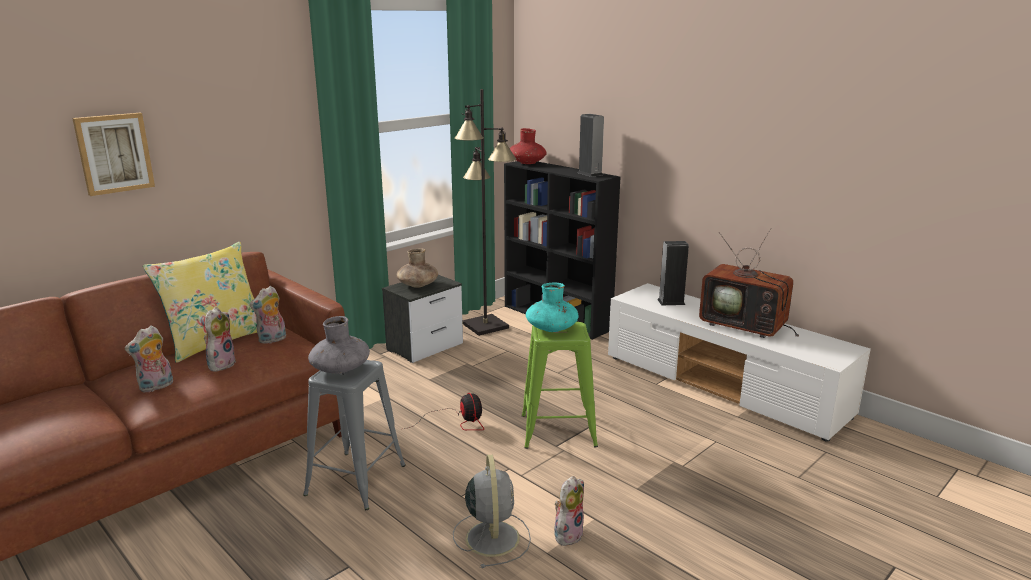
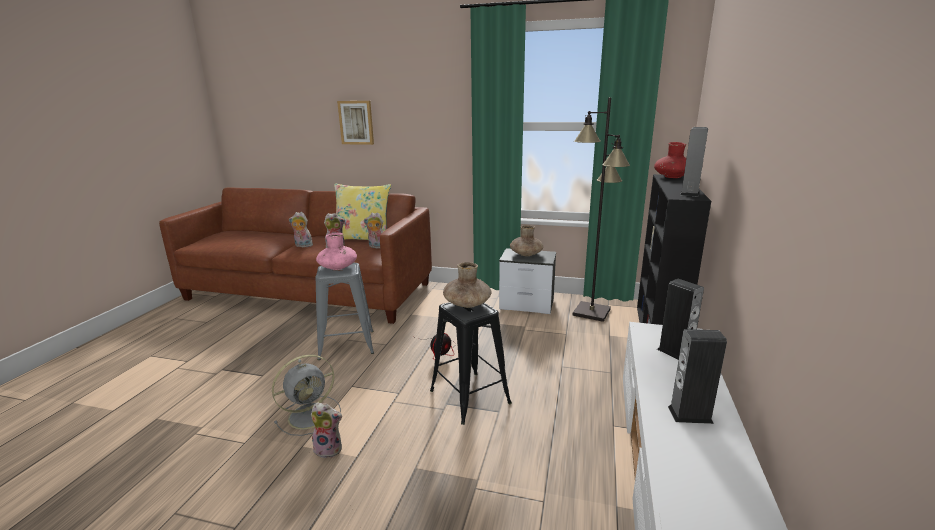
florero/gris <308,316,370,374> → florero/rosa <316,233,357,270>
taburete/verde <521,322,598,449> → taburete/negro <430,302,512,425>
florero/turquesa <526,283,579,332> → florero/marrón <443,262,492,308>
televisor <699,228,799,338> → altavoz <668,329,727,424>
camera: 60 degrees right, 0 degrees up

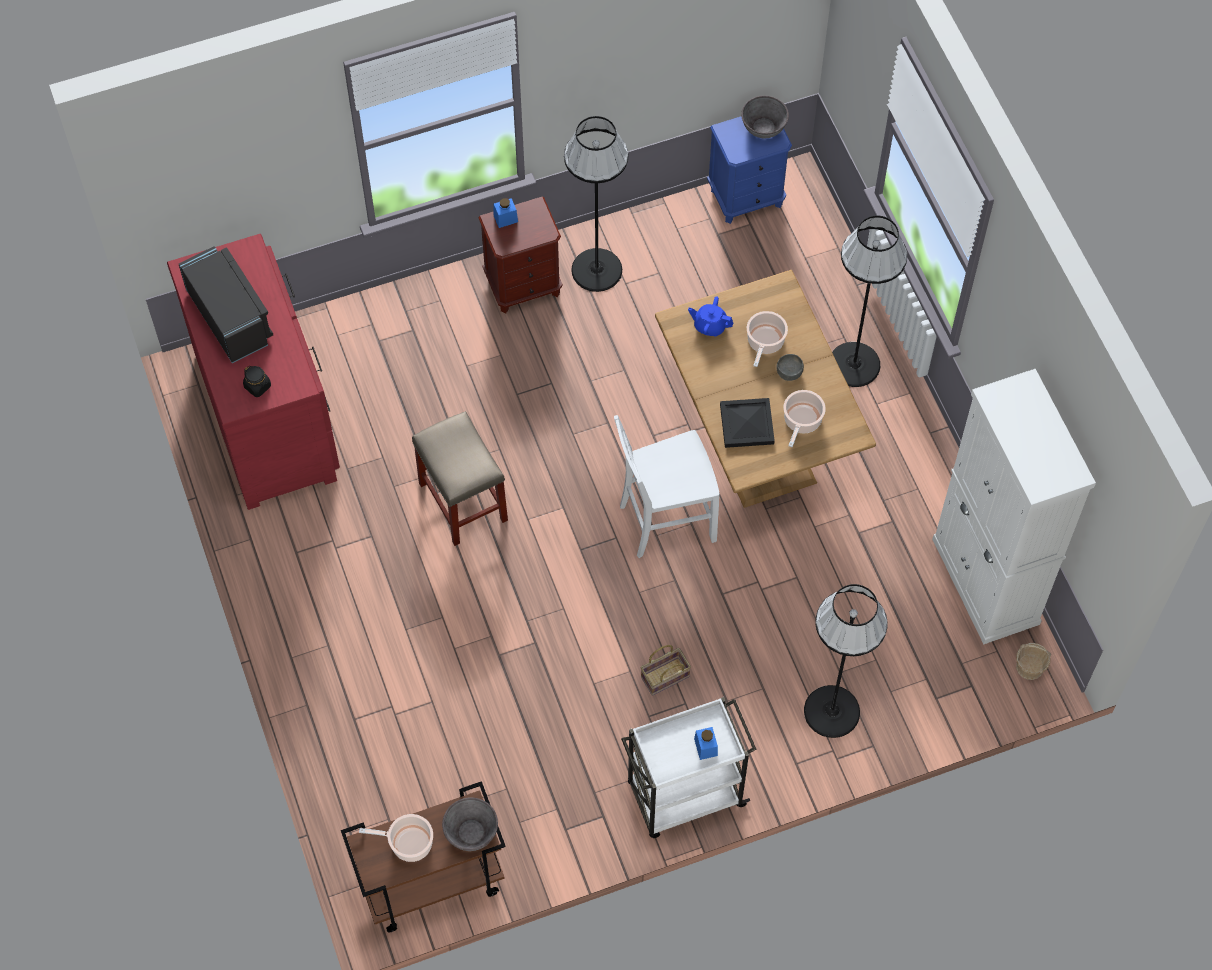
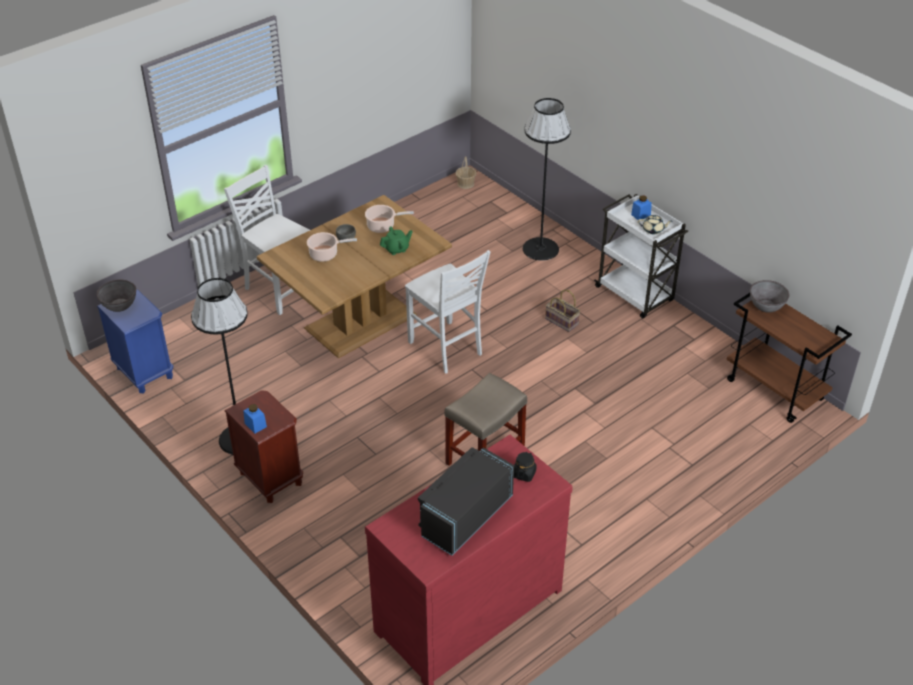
olla <359,814,433,862> → -
tetera/azul <688,296,734,337> → -
bandeja/negro <720,398,775,448> → tetera/verde <380,226,413,255>
lámpara de pie/negro <832,216,907,387> → silla/blanco <224,165,310,315>
armario/blanco <932,369,1096,644> → -
- → tetera/beis <638,215,672,234>
camera: 110 degrees left, 20 degrees down

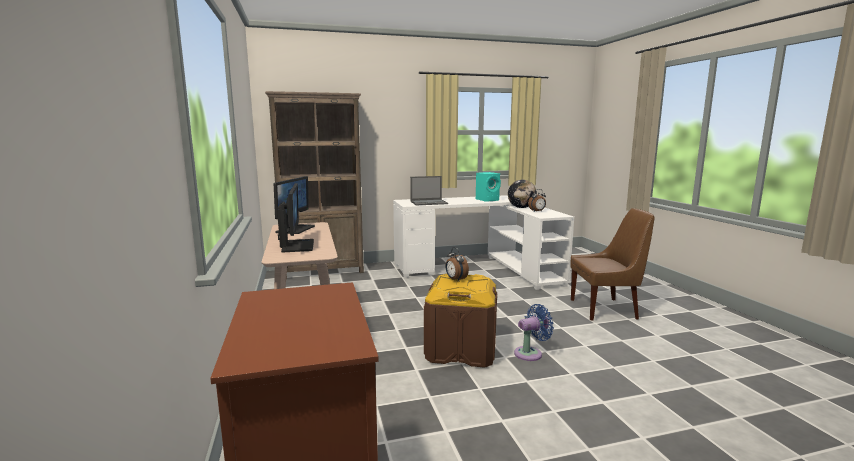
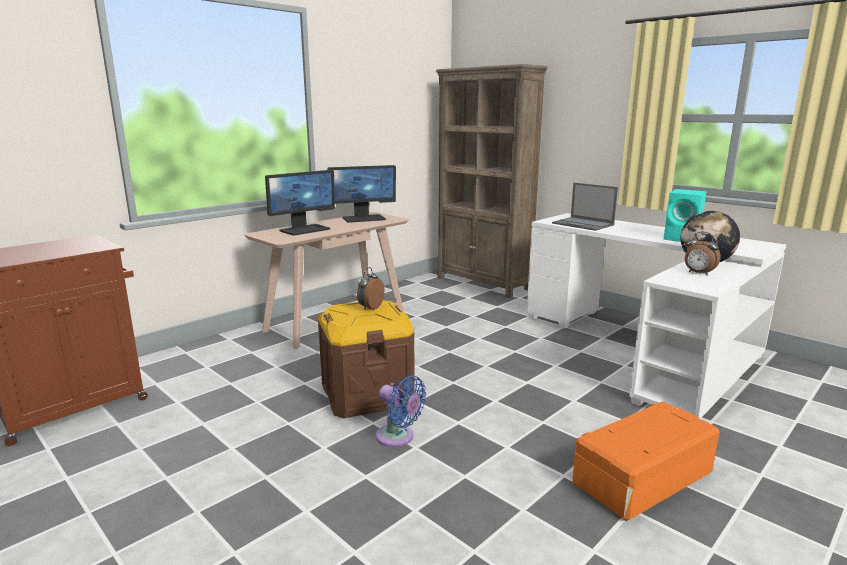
silla/marrón <570,208,655,321> → caja de almacenaje/naranja <572,401,720,521>
camera: 60 degrees right, 5 degrees up

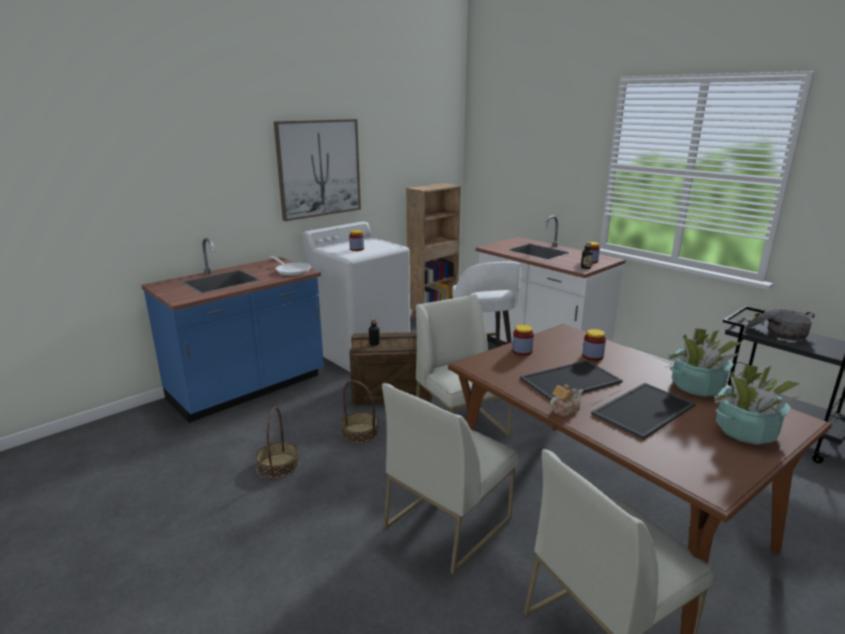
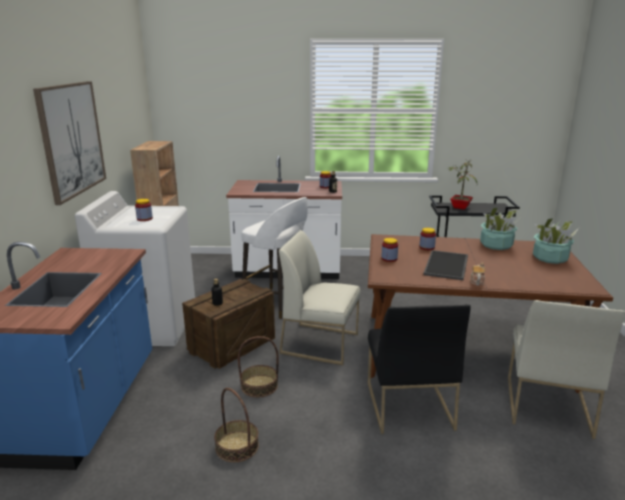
sartén <270,256,311,276> → -
silla/blanco <382,383,518,574> → silla/negro <368,304,471,434>
bandeja <591,383,696,440> → -
olla <744,309,815,340> → planta en maceta <446,159,477,210>
camera: 45 degrees left, 0 degrees up

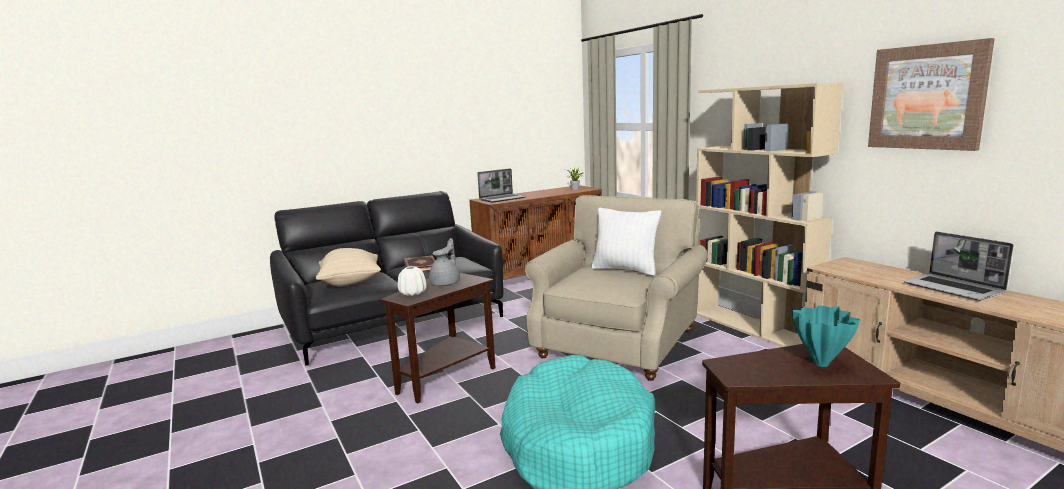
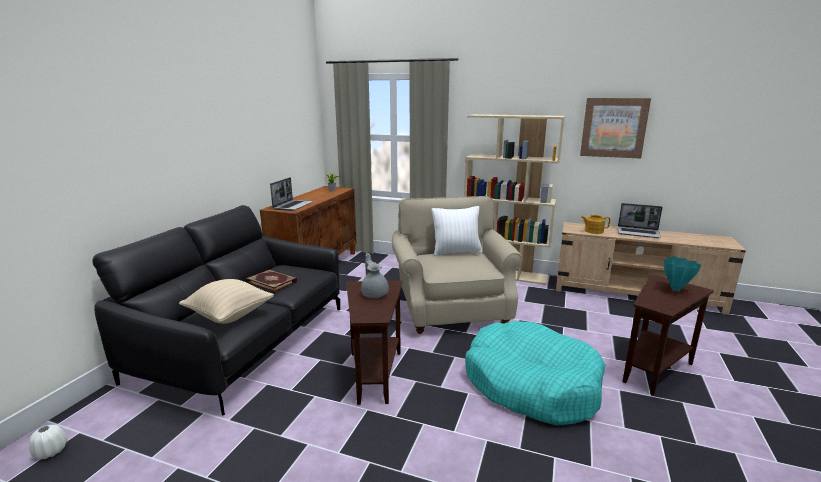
florero/blanco <398,266,427,296> → florero/blanco <29,425,67,459>, shifted
- → tetera <581,215,610,234>
camera: 40 degrees left, 5 degrees up

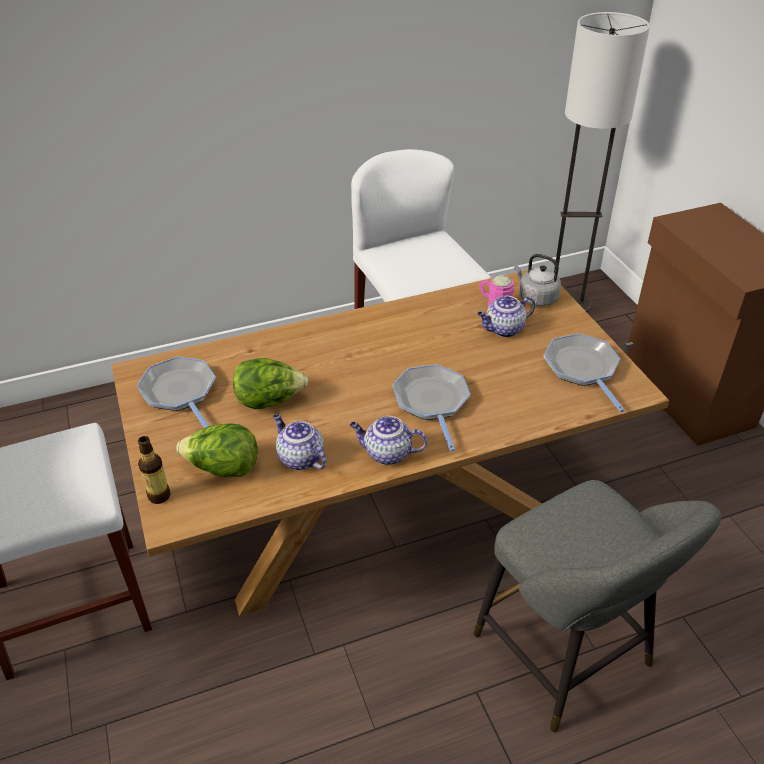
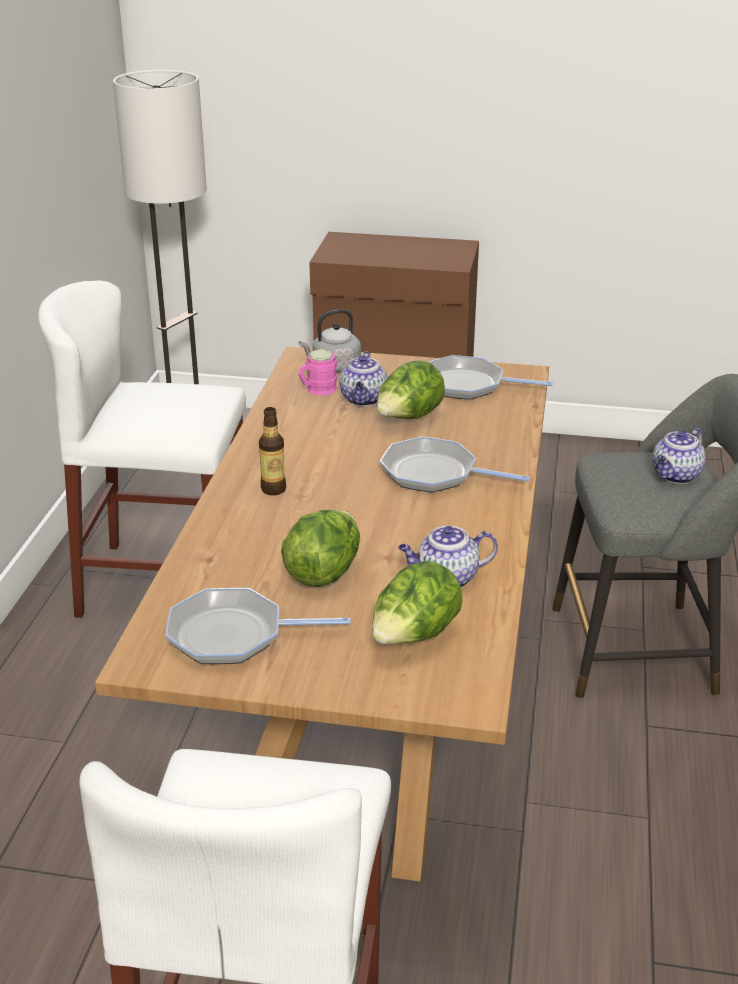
botella <138,436,171,504> → botella <259,407,286,495>, shifted
tetera <350,416,427,465> → tetera <652,428,706,484>, shifted
- → lechuga <377,361,445,419>
camera: 60 degrees left, 10 degrees down

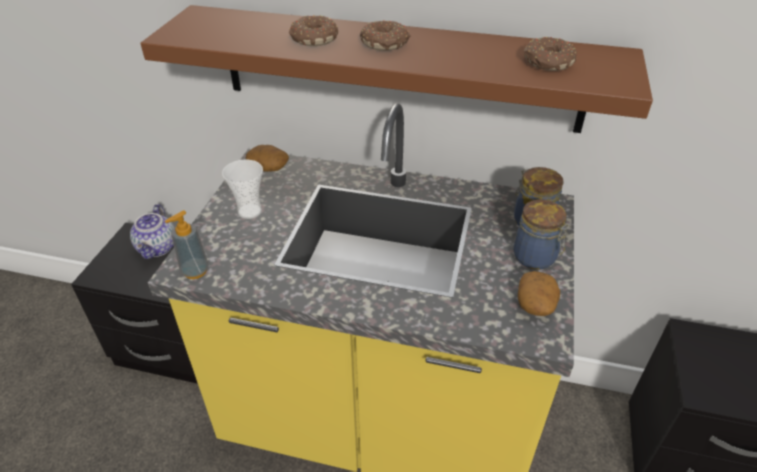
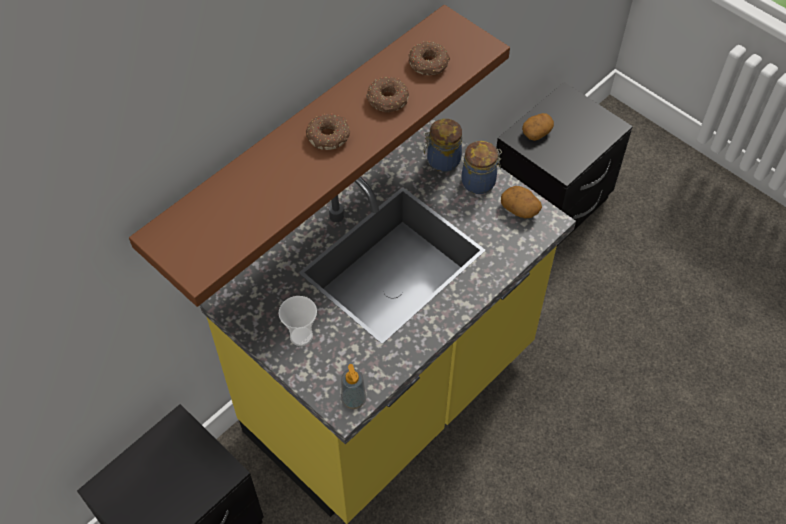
tetera <130,204,174,259> → -
patata <246,145,289,172> → patata <522,113,554,141>, shifted
rosquilla <289,15,338,46> → rosquilla <366,77,409,112>, shifted
camera: 60 degrees left, 15 degrees up

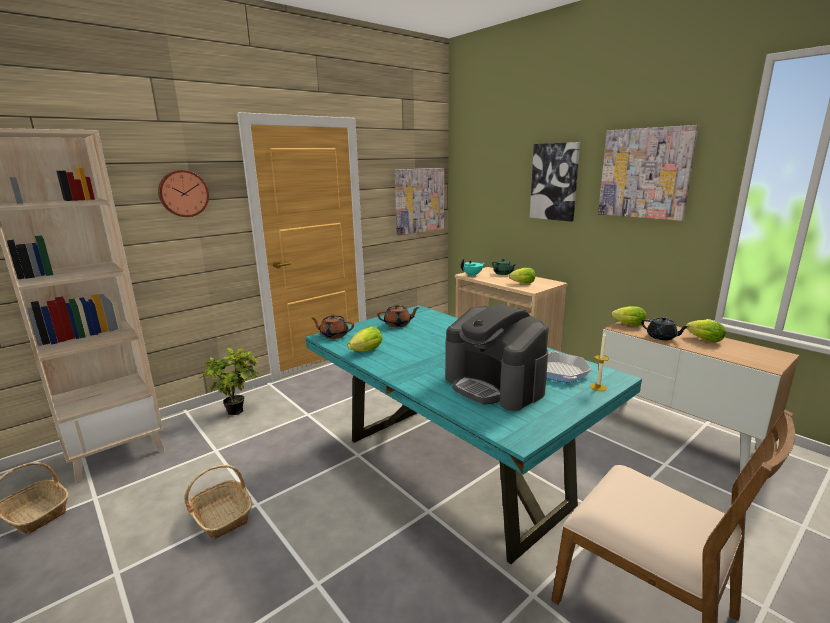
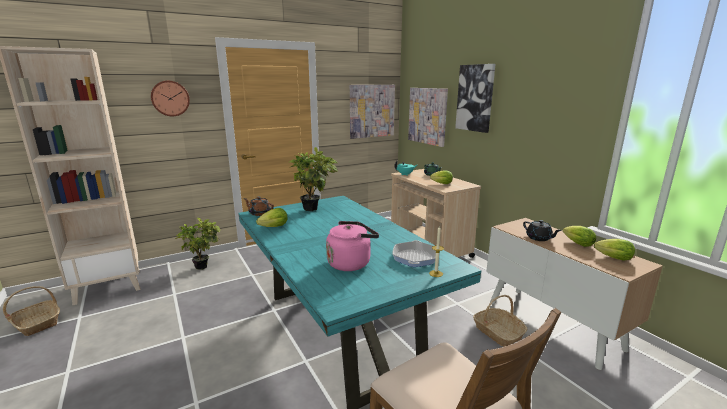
cesta <184,465,252,539> → cesta <473,295,528,347>, shifted
tetera/marrón <377,304,420,327> → planta en maceta <288,147,338,211>
cafetera <445,304,548,411> → hervidor/rosa <326,221,379,271>
cuadro <598,125,699,221> → cuadro <408,88,448,147>, shifted
lechuga <611,306,646,326> → lechuga <594,239,635,261>, shifted
camera: 10 degrees right, 0 degrees up

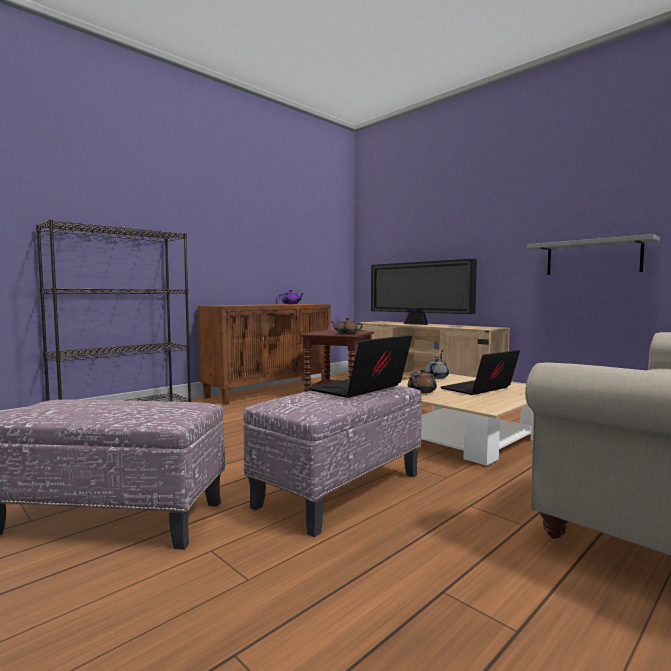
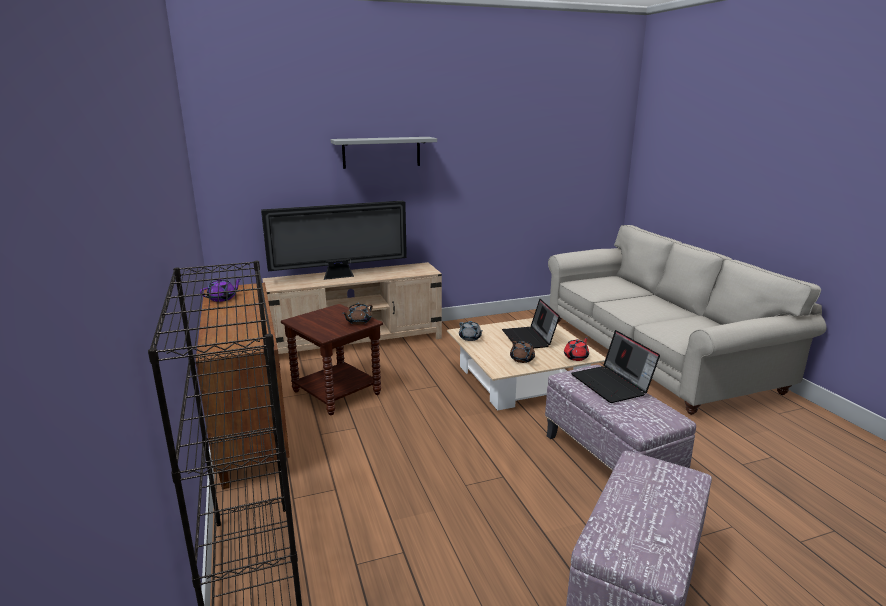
estante/gris <527,234,660,275> → estante/gris <330,137,437,169>, shifted
- → tetera/rojo <564,337,589,361>
camera: 65 degrees left, 15 degrees up

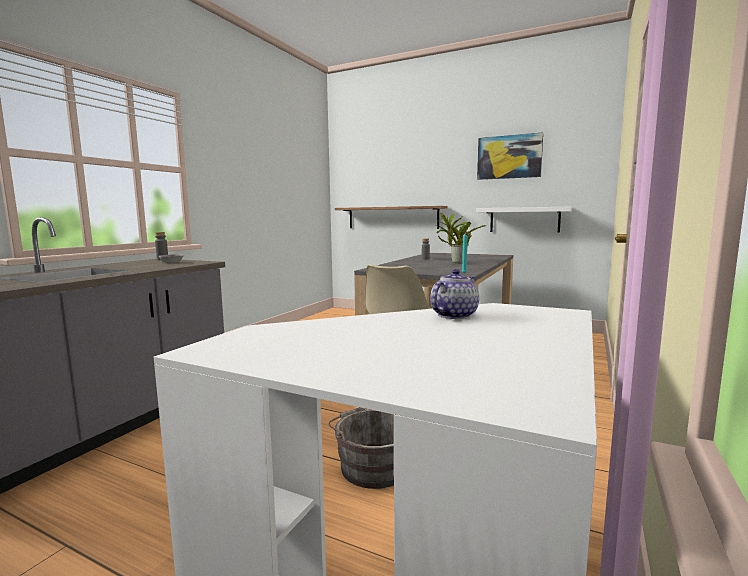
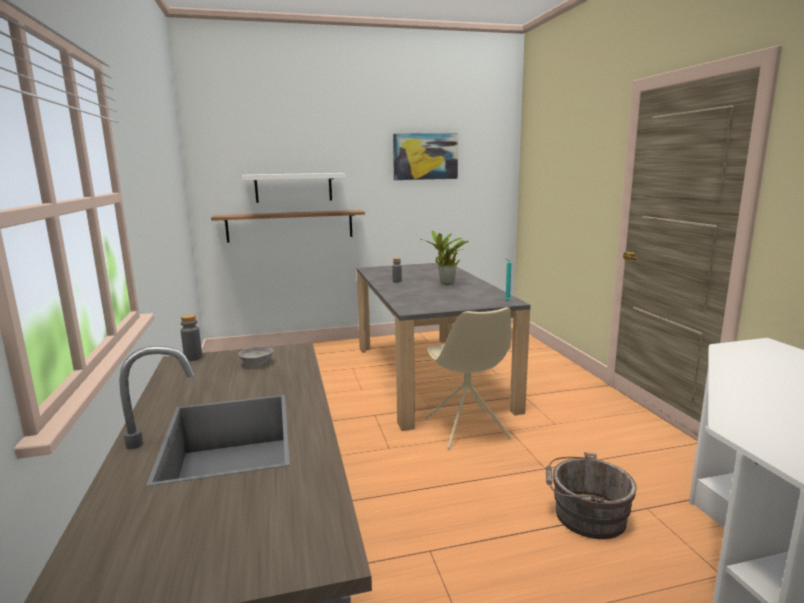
tetera <430,269,479,319> → -
estante/blanco <476,207,572,232> → estante/blanco <241,173,345,203>, shifted
camera: 40 degrees left, 5 degrees up

